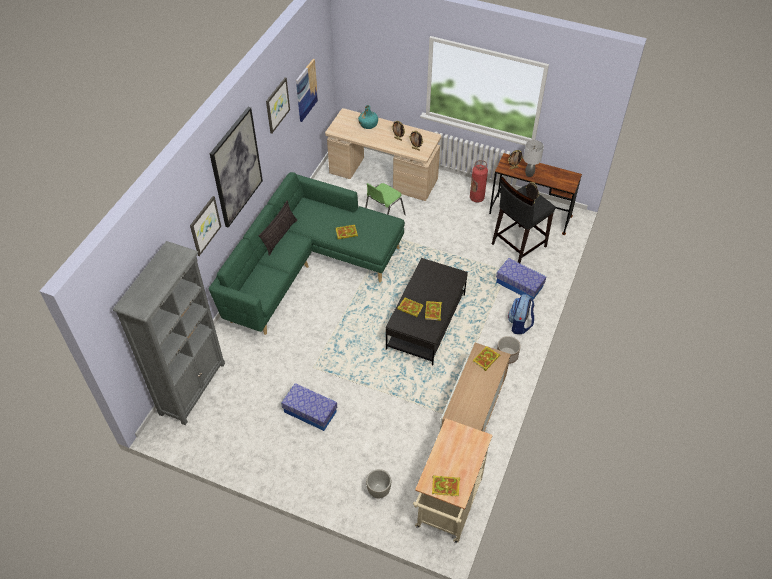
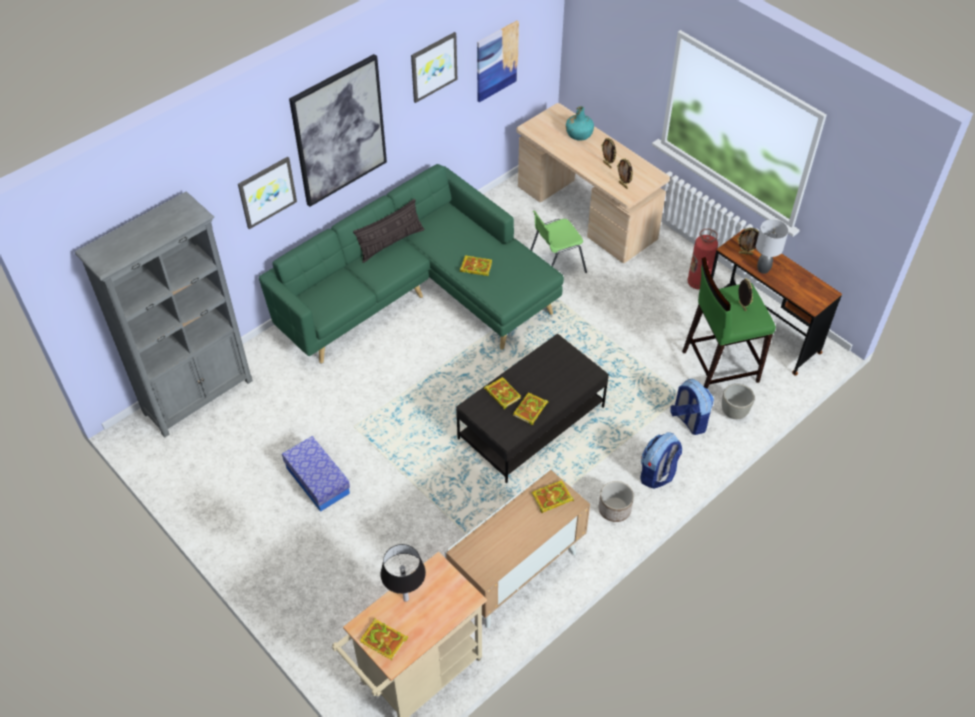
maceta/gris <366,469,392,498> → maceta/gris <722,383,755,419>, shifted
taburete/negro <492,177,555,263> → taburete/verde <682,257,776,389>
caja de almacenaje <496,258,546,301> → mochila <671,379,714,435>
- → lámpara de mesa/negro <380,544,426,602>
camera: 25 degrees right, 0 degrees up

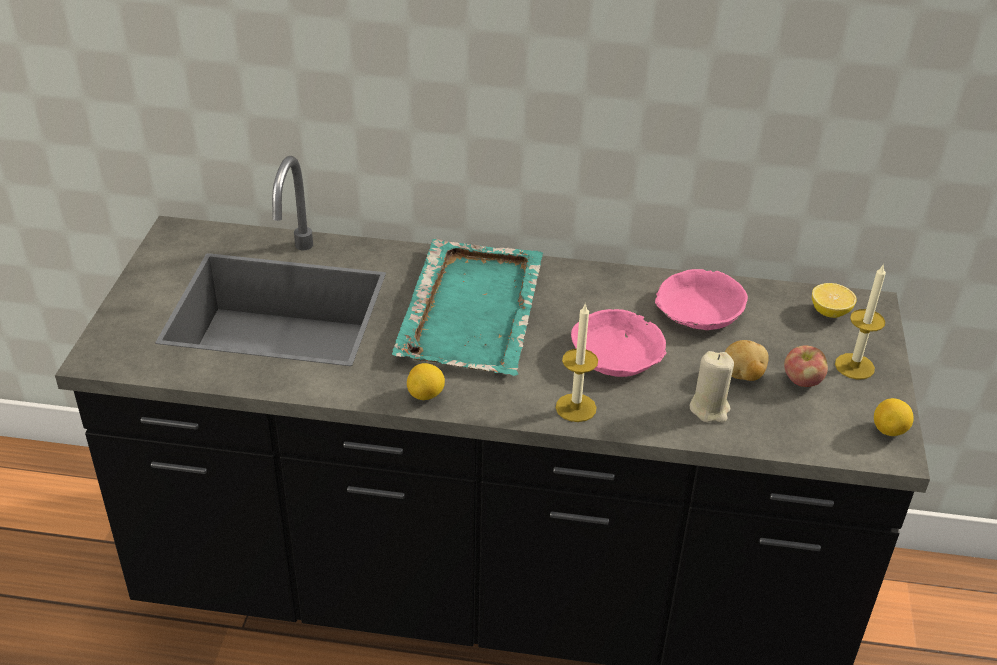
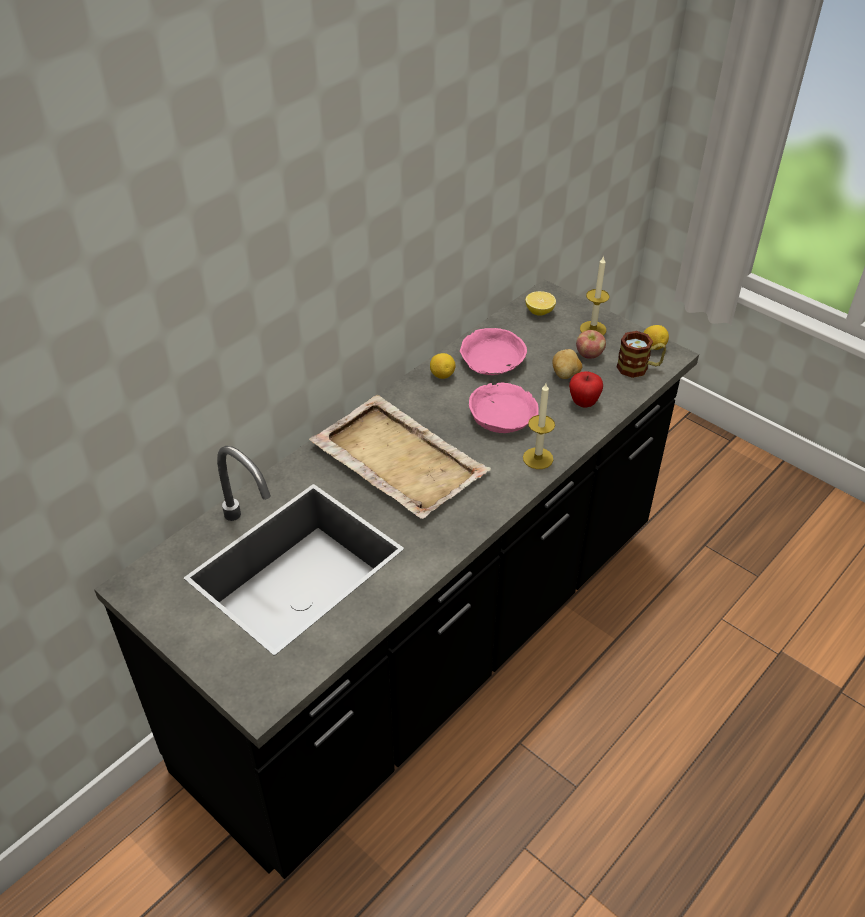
bandeja/turquesa <392,239,543,376> → bandeja/beis <309,395,491,519>
limón <407,363,445,400> → limón <430,353,456,379>, shifted
vela/beis <690,351,734,422> → manzana <569,371,603,408>
- → taza grande <616,331,666,378>
camera: 55 degrees left, 5 degrees up

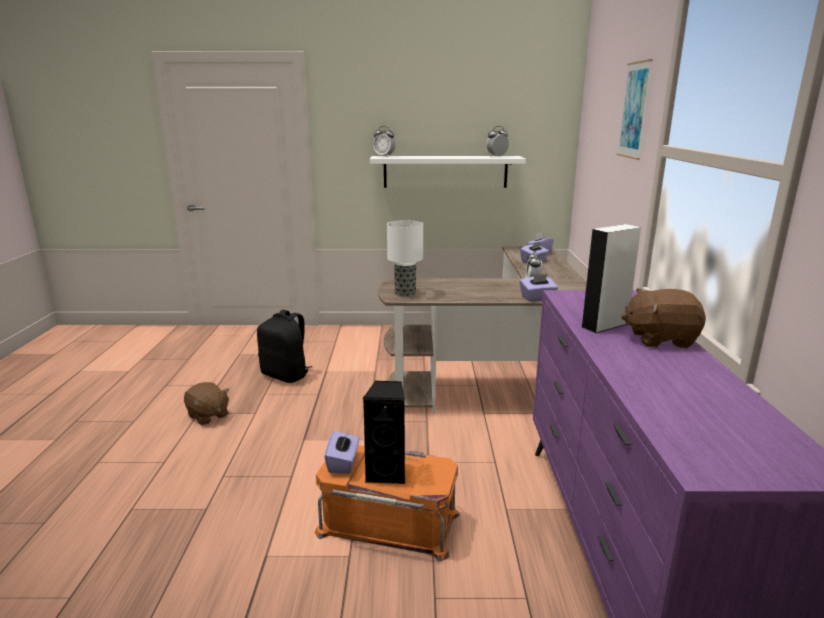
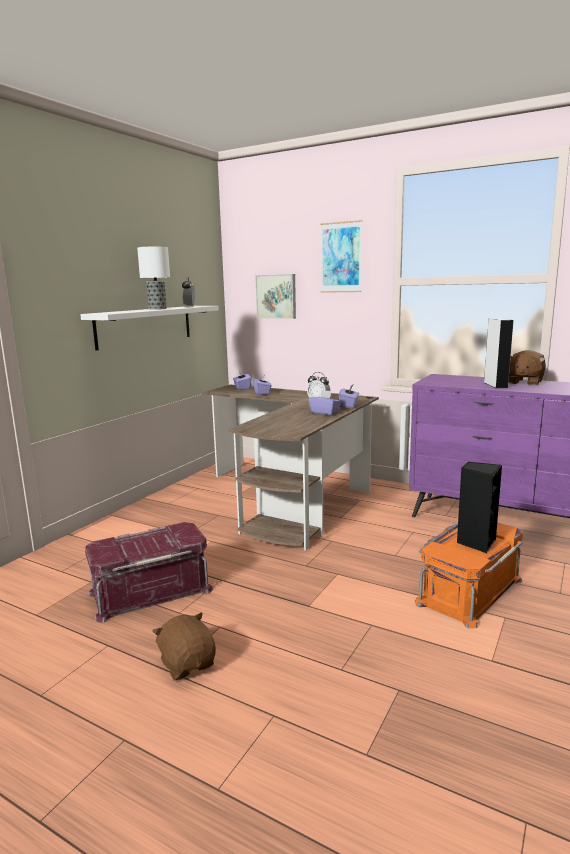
peluche/marrón <184,382,229,425> → peluche/marrón <152,612,216,680>, 105 degrees counterclockwise
mochila/negro <257,310,312,383> → caja de almacenaje/rojo <85,522,213,623>
caja de pañuelos/morado <324,431,359,474> → caja de pañuelos/morado <308,390,341,415>, shifted
despertador <373,126,396,157> → -
lámpara de mesa <387,220,423,297> → lámpara de mesa <137,247,170,310>, shifted
- → cuadro <255,274,296,319>
camera: 60 degrees left, 5 degrees down

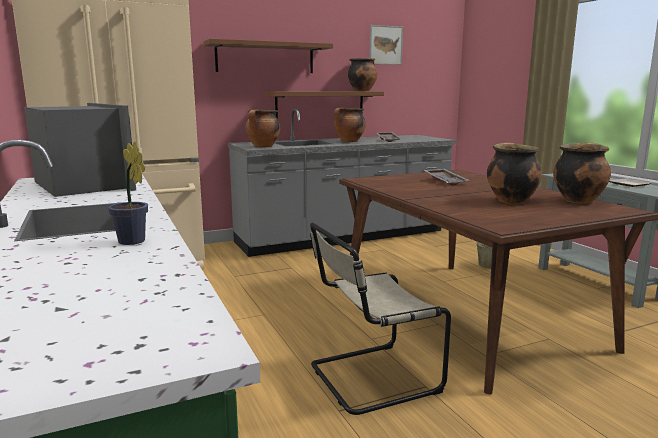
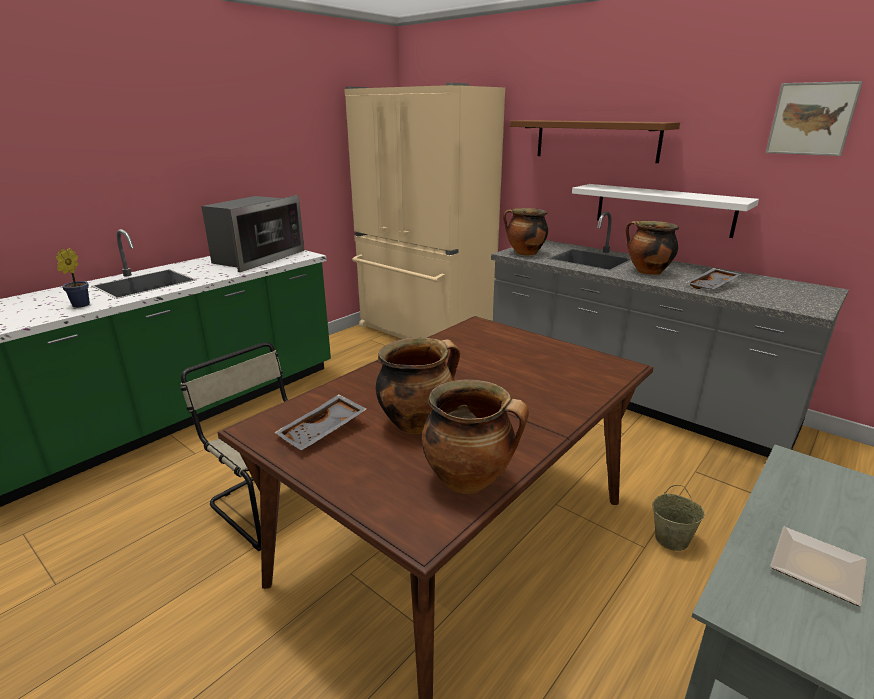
estante/marrón <265,91,384,119> → estante/blanco <572,184,759,238>
olla <348,58,377,91> → -
bandeja/gris <424,169,469,186> → bandeja/gris <274,394,367,451>, shifted
camera: 65 degrees right, 10 degrees up

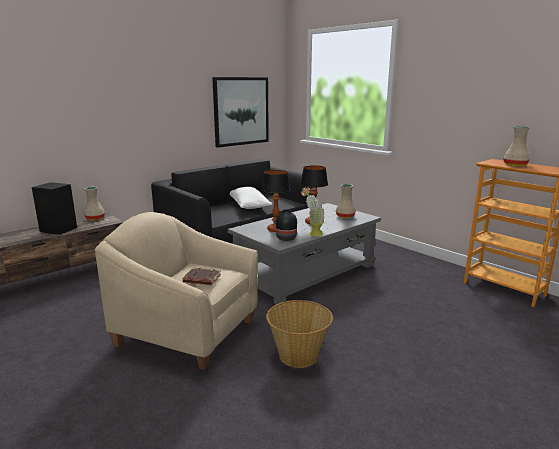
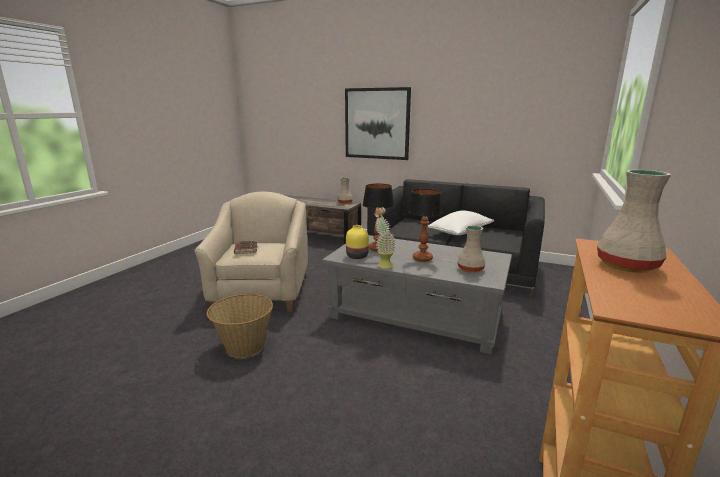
altavoz/negro <32,182,77,235> → -
cuadro <212,77,269,148> → cuadro <345,87,411,160>, shifted
florero/negro <276,209,297,241> → florero/amarillo <346,225,369,259>
camera: 65 degrees right, 0 degrees up

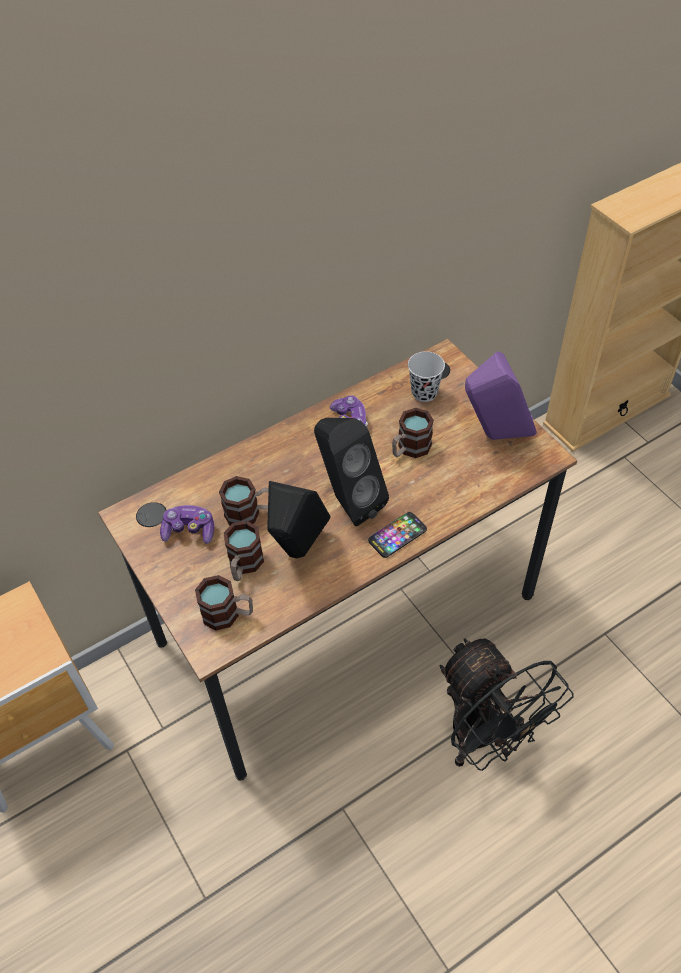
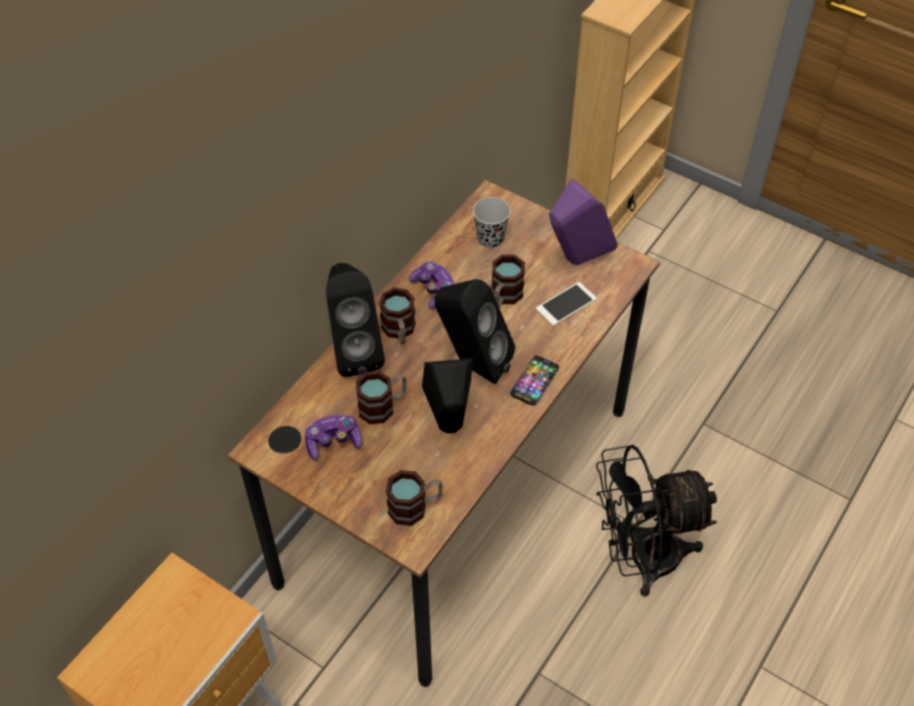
taza grande <224,521,264,581> → taza grande <379,287,416,344>, shifted
ventilador/negro <440,638,573,771> → ventilador/negro <596,445,717,597>, 135 degrees clockwise
- → altavoz/negro <326,263,385,377>
- → móvil <536,282,597,326>
camera: 25 degrees left, 0 degrees up

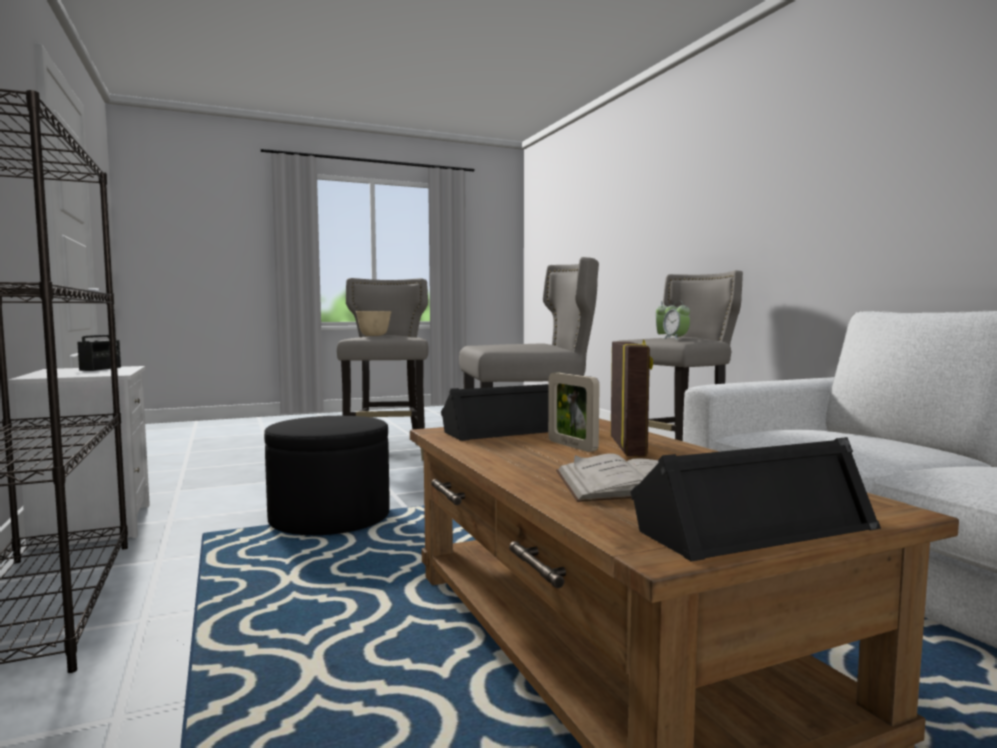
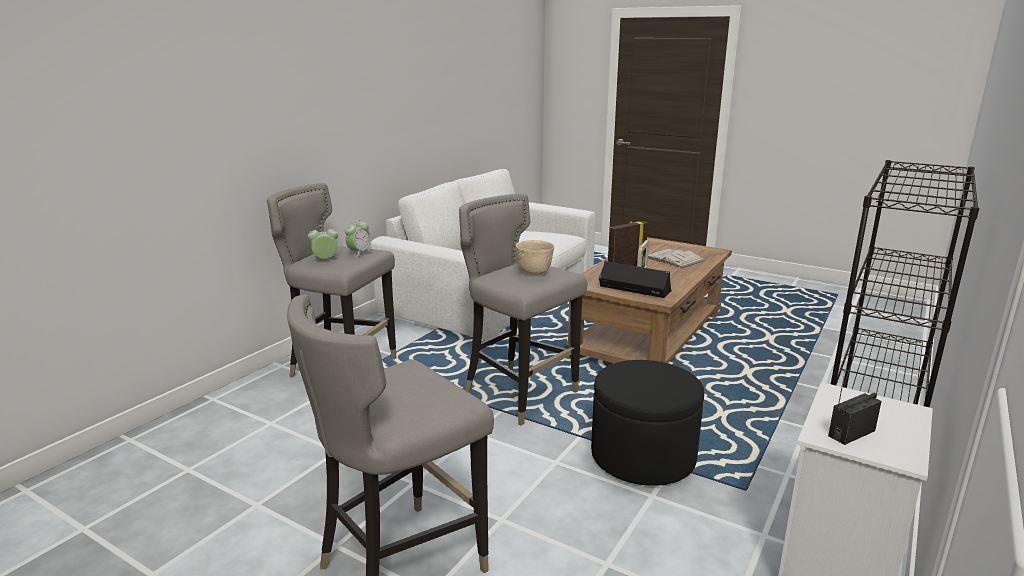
cuenco/beis <356,311,392,336> → cuenco/beis <516,240,554,275>, shifted
altavoz/negro <631,437,881,562> → -
camera: 125 degrees left, 15 degrees up

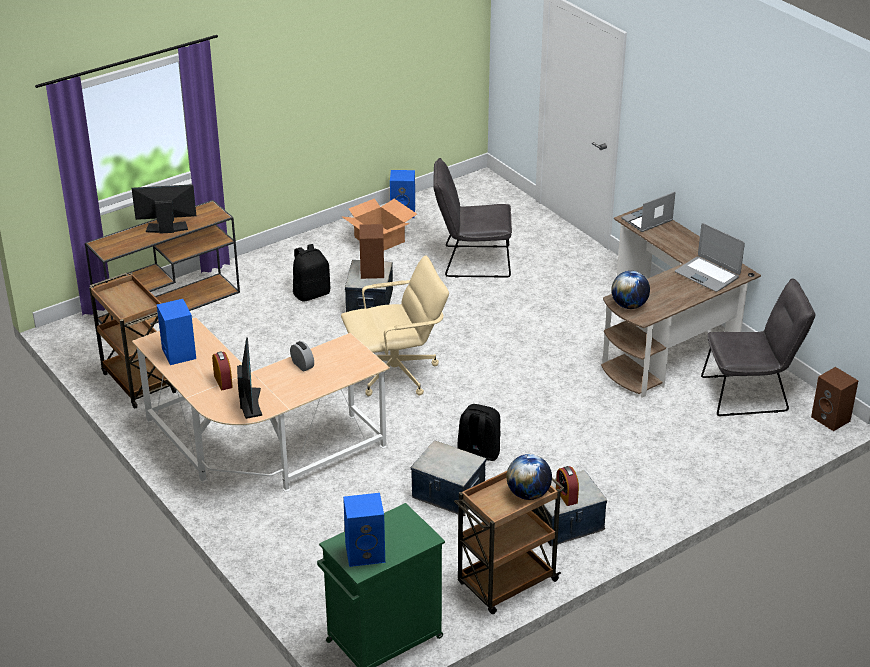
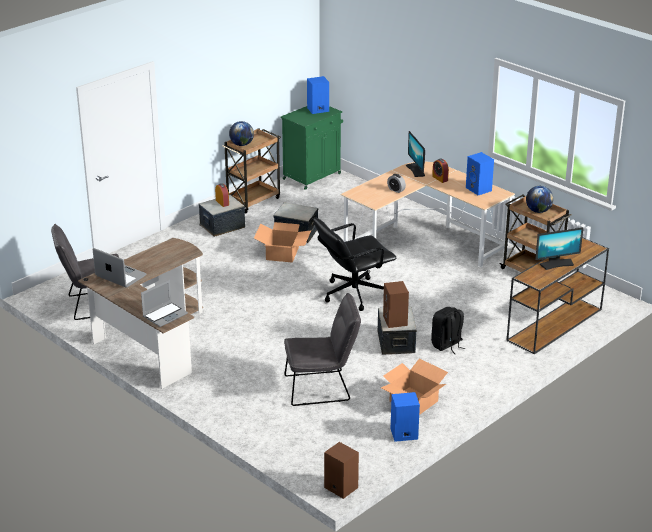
silla de oficina/beis <341,255,449,396> → silla de oficina/negro <313,217,396,311>
mochila/negro <457,404,501,461> → caja de cartón <254,222,311,263>
globo terráqueo <611,271,650,309> → globo terráqueo <526,186,553,213>, shifted
altavoz/marrón <811,367,858,431> → altavoz/marrón <324,442,359,499>, shifted
camera: 170 degrees right, 5 degrees down

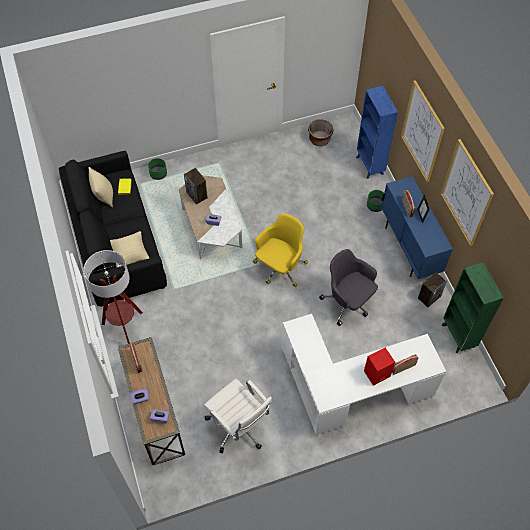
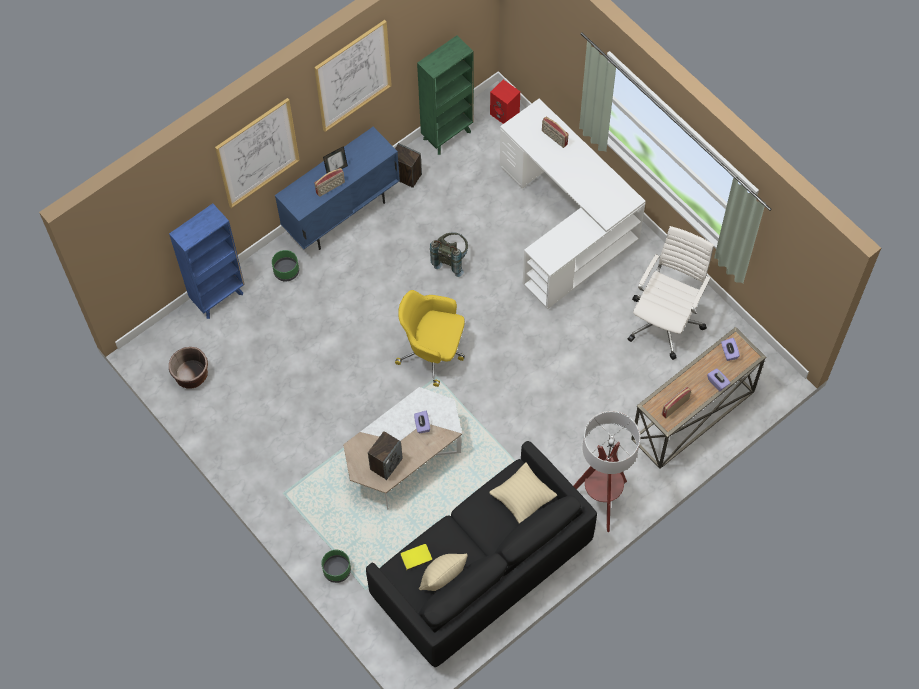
silla de oficina/gris <319,249,378,326> → mochila/gris <430,232,468,277>
altavoz/rojo <364,347,395,386> → altavoz/rojo <490,80,520,124>, shifted
camera: 110 degrees left, 5 degrees up

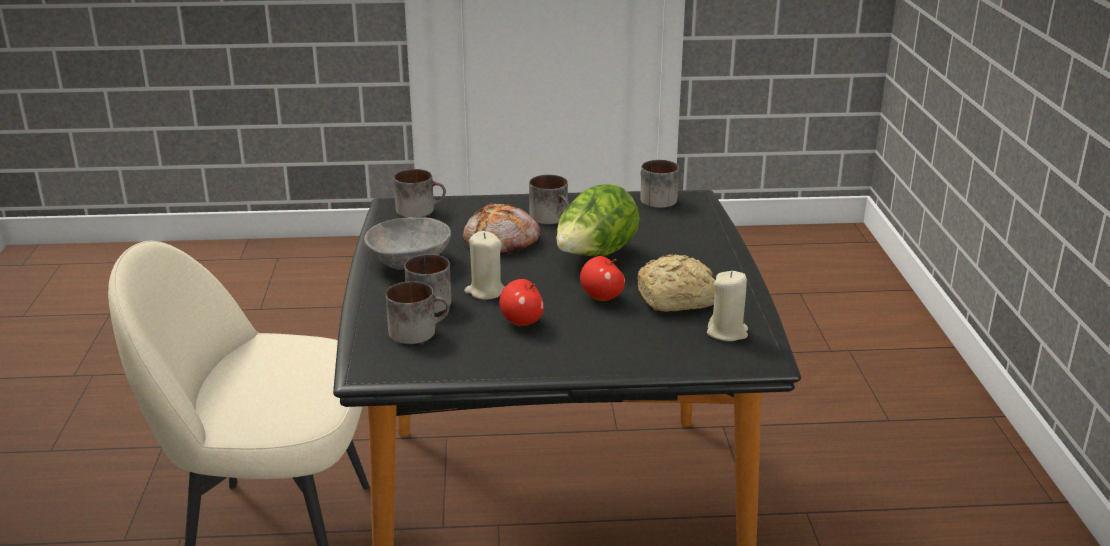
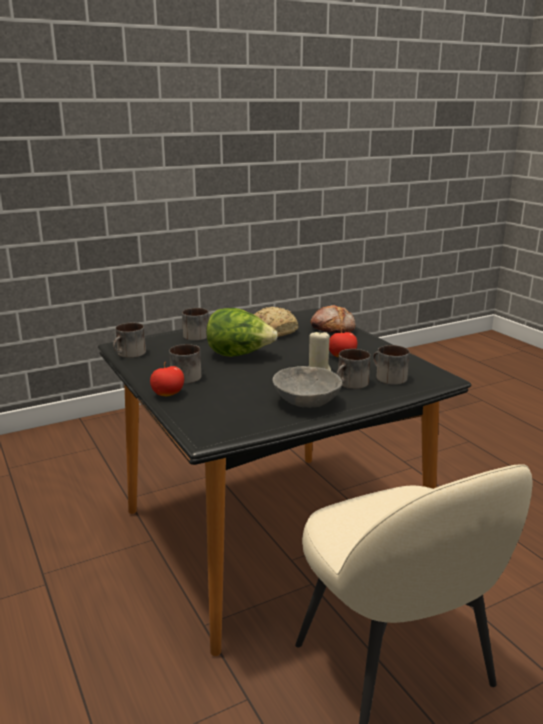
taza grande <394,169,446,218> → taza grande <182,308,209,341>, shifted
pan <463,203,540,254> → pan <310,305,356,333>, shifted
manzana <580,256,625,301> → manzana <150,362,184,396>, shifted
vela/beis <707,271,748,341> → -
camera: 115 degrees left, 5 degrees down

